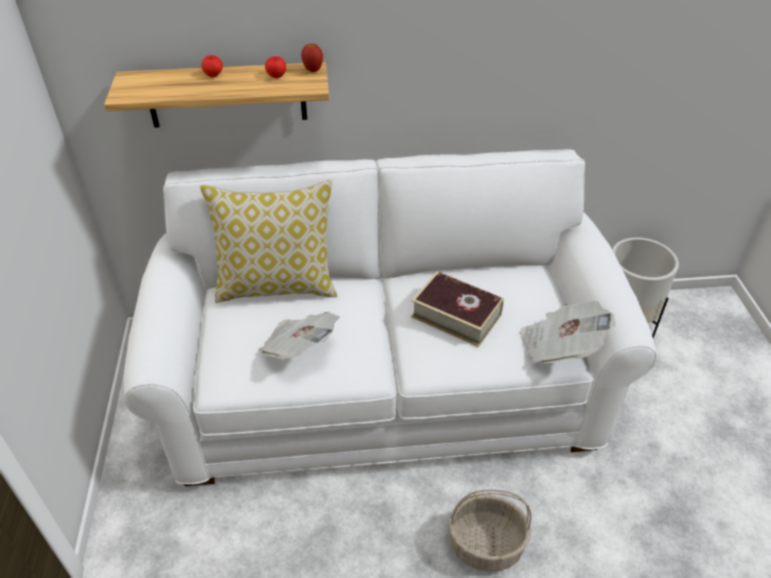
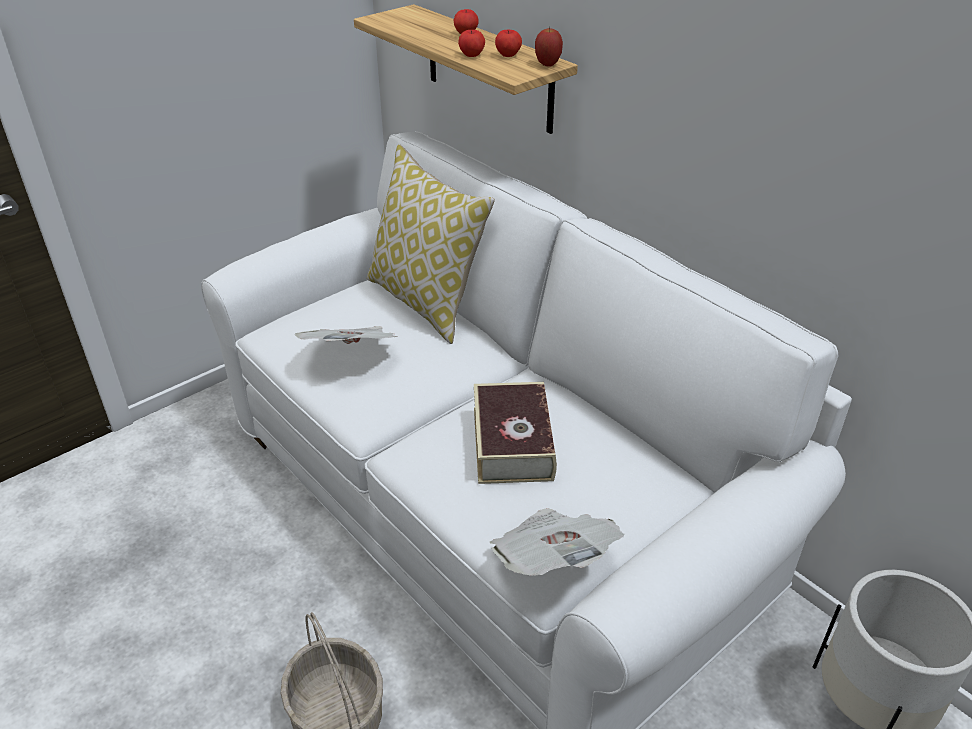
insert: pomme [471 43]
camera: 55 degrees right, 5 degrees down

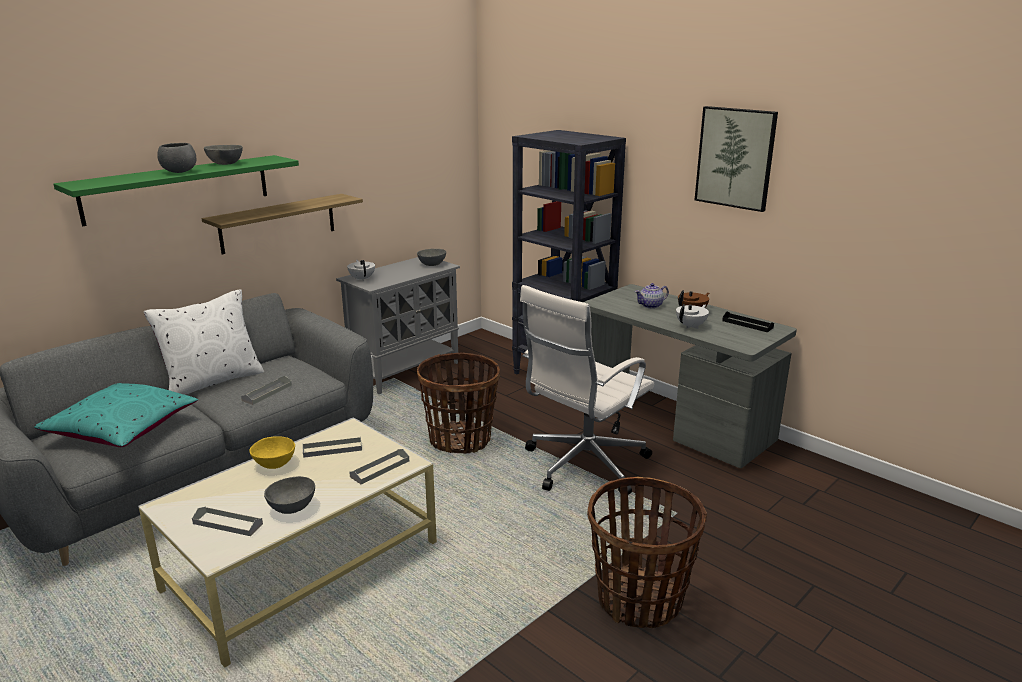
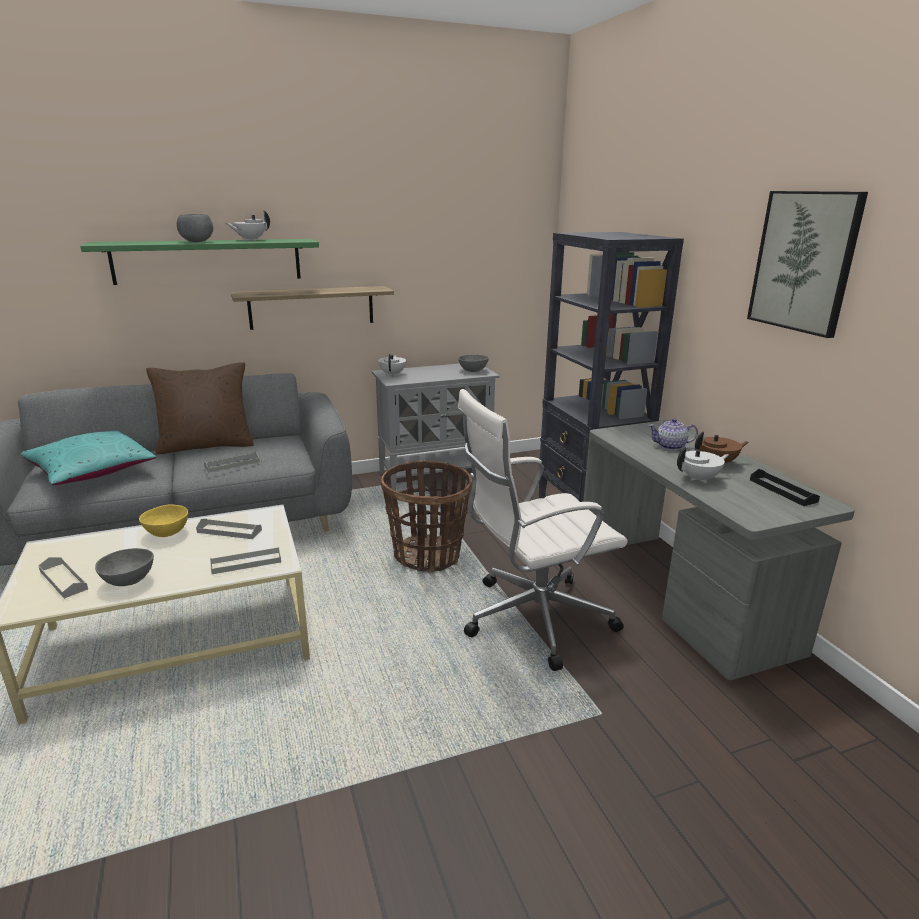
delete: panier [647 552]
replace: bol/gris [223 155] to théière/blanc [247 225]
recolor: coussin/blanc [204 342] to coussin/marron [200 408]
camera: 25 degrees right, 0 degrees up

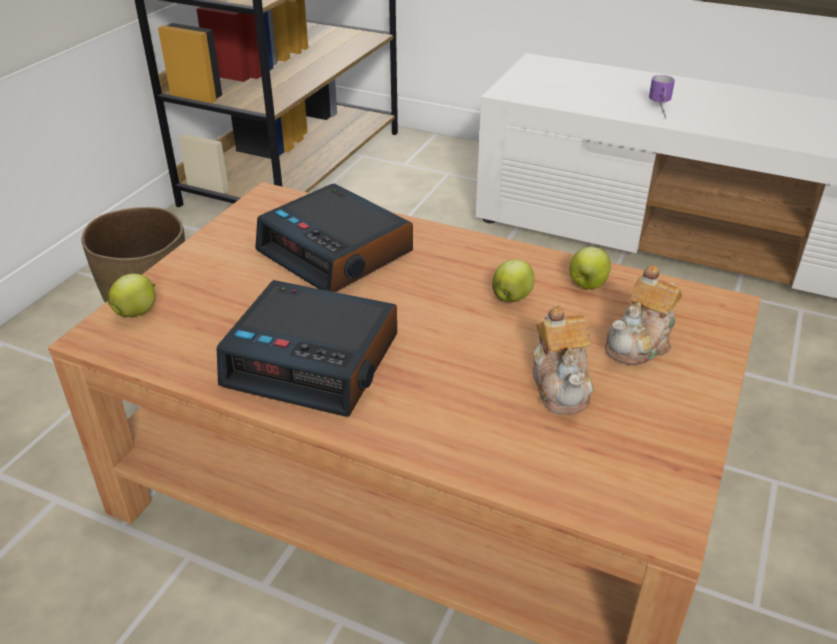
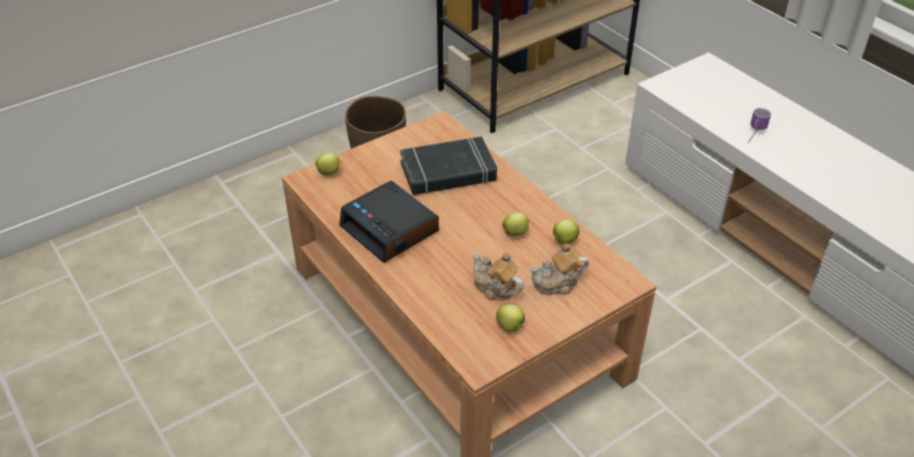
insert: pomme [510 318]
replace: réveil [334 238] to livre/noir [448 165]
rotate: théière [563 360] = [498 276] 105 degrees clockwise
camera: 30 degrees right, 5 degrees up

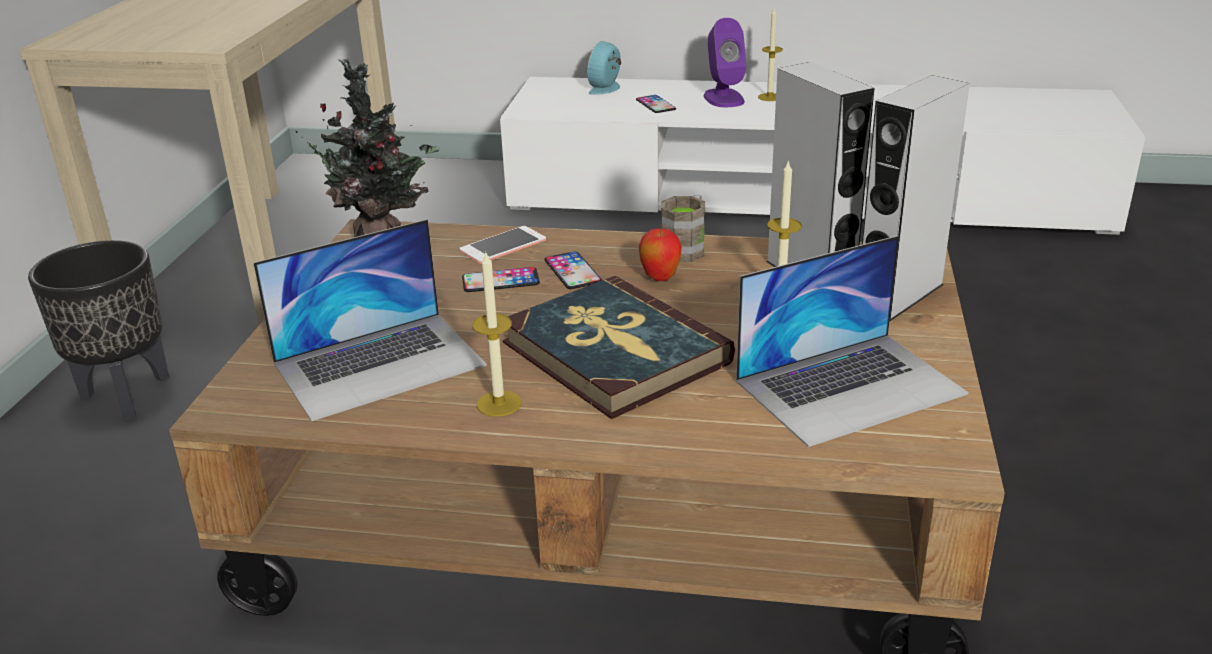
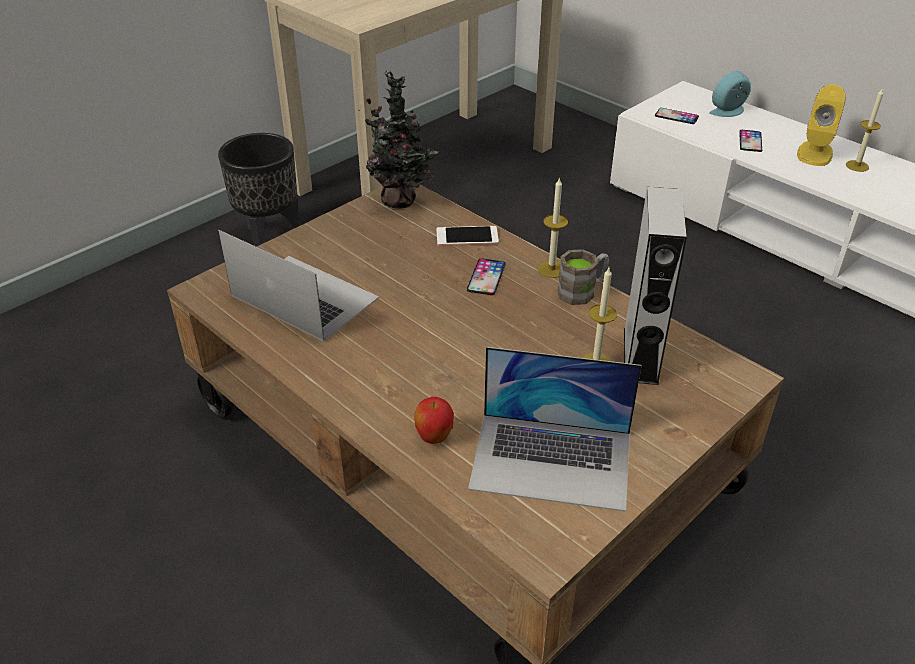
delete: livre [618 347]; enceinte/gris [916 198]
move: téléphone [501 279] to [677 116]; bougie [497 334] to [553 227]; pomme [660 254] to [434 420]
recolor: enceinte/violet [725 62] to enceinte/jaune [821 125]
rotate: ordinateur portable [370 320] = [298 285] 150 degrees counterclockwise
camera: 35 degrees right, 10 degrees up

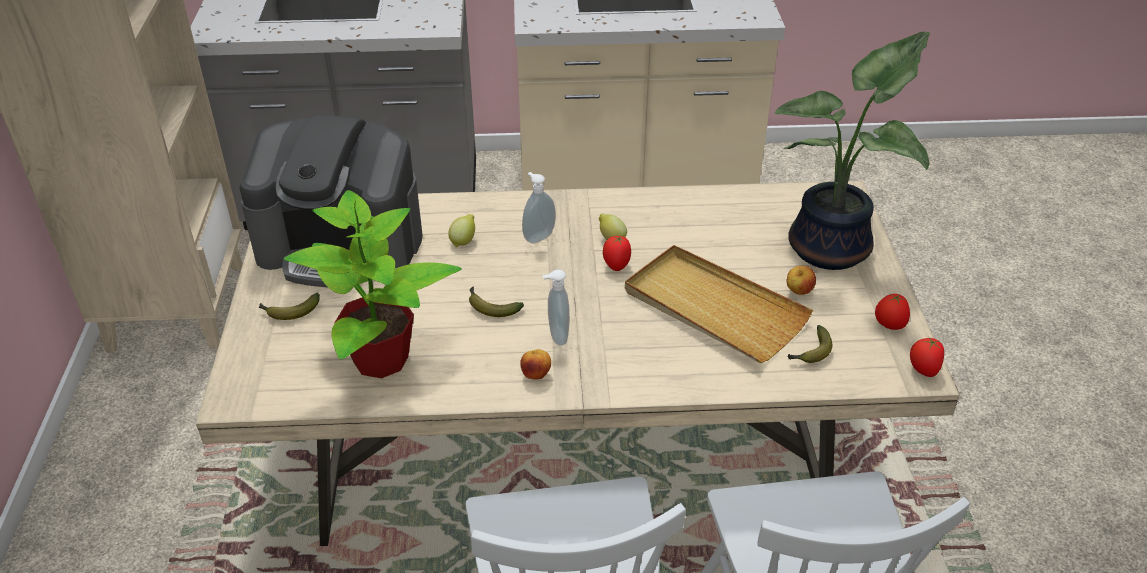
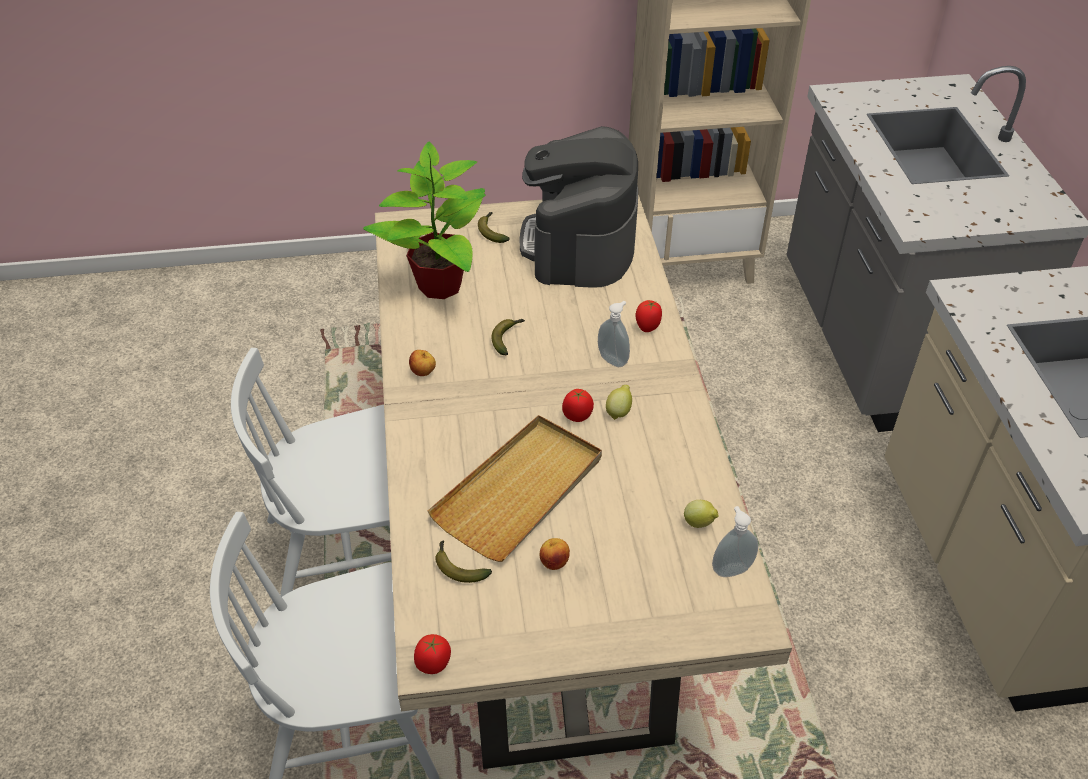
delete: plante en pot [852 151]
move: citron [461 230] to [701 514]; distributeur de savon [556 307] to [735 541]; tomate [892 312] to [648 316]
camera: 85 degrees right, 5 degrees up

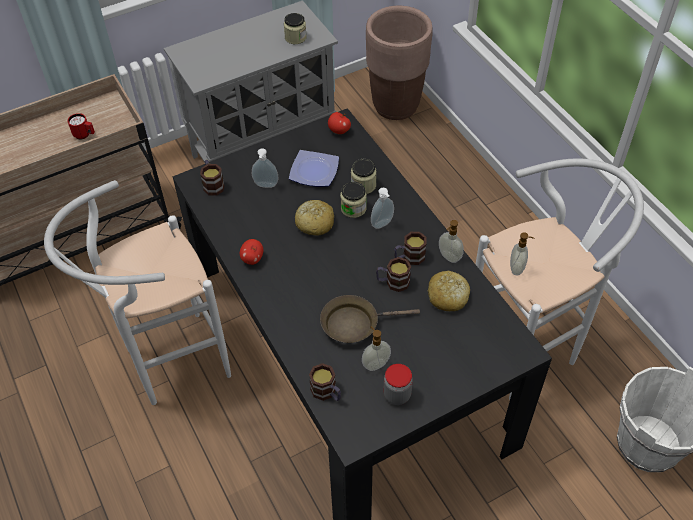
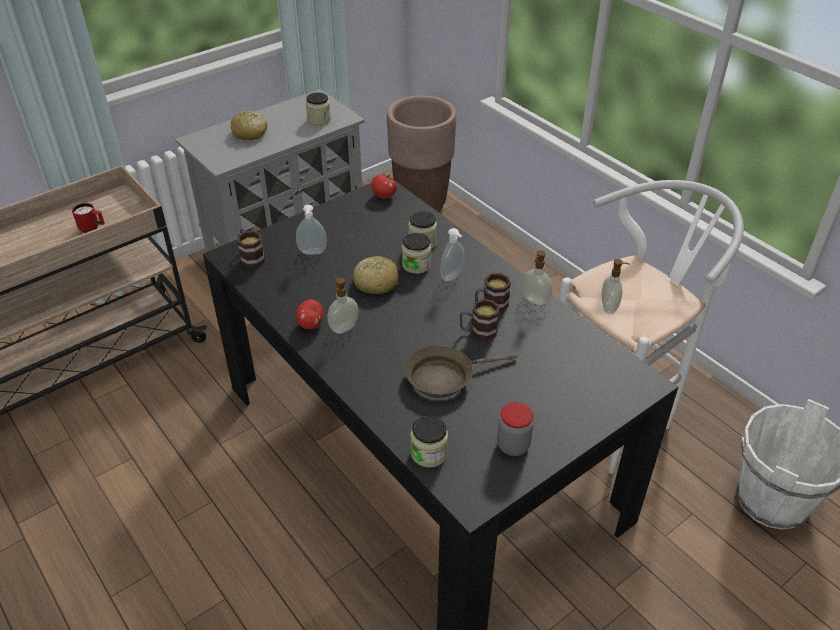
delete: tabouret/blanc [137 292]; assiette [314 168]
move: distributeur de savon [376 348] to [343 305]; pain [449 291] to [249 125]
replace: mug [325 382] to bocal [429 441]
camera: 10 degrees left, 10 degrees down

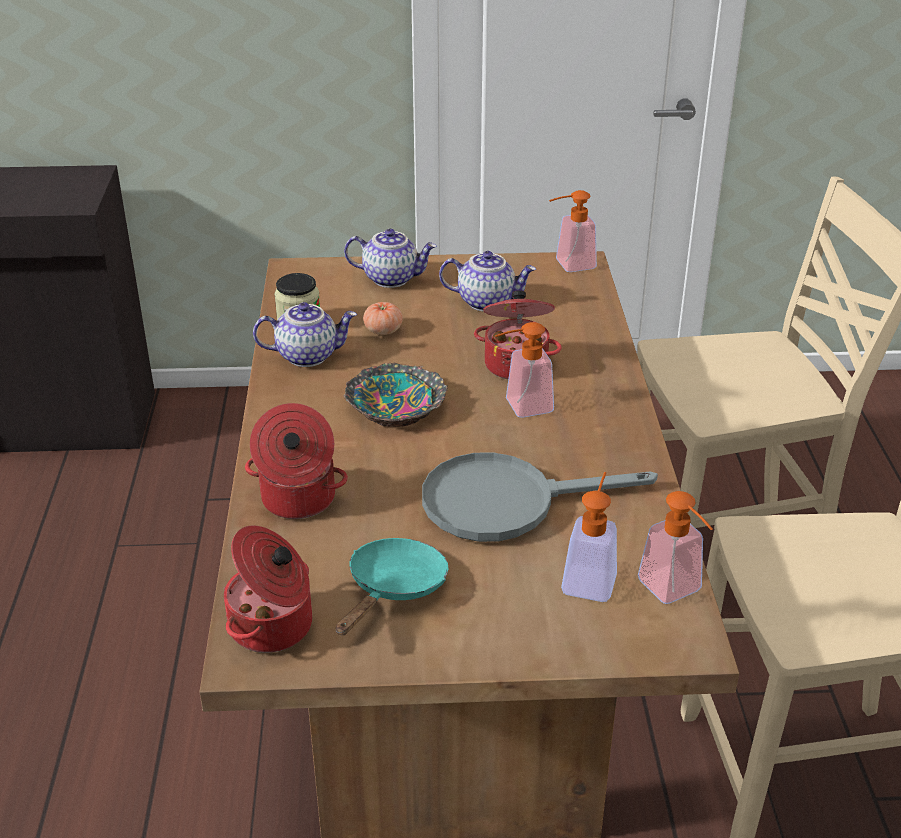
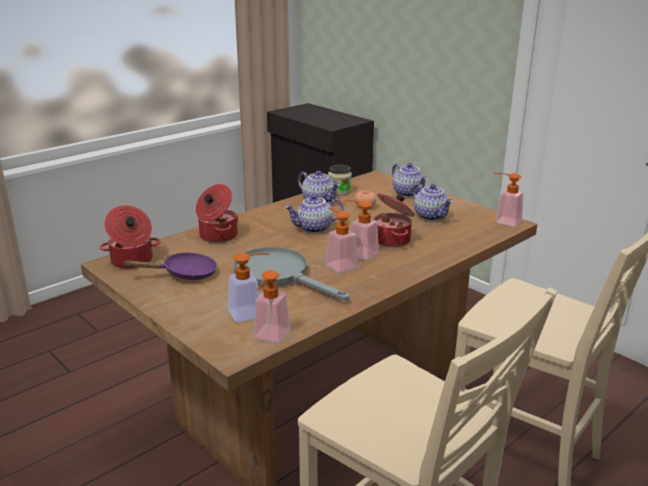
insert: distributeur de savon [342 240]
replace: bol [396 395] to théière [314 214]
recolor: poêle/turquoise [392 586] to poêle/violet [170 266]
camera: 50 degrees right, 10 degrees down

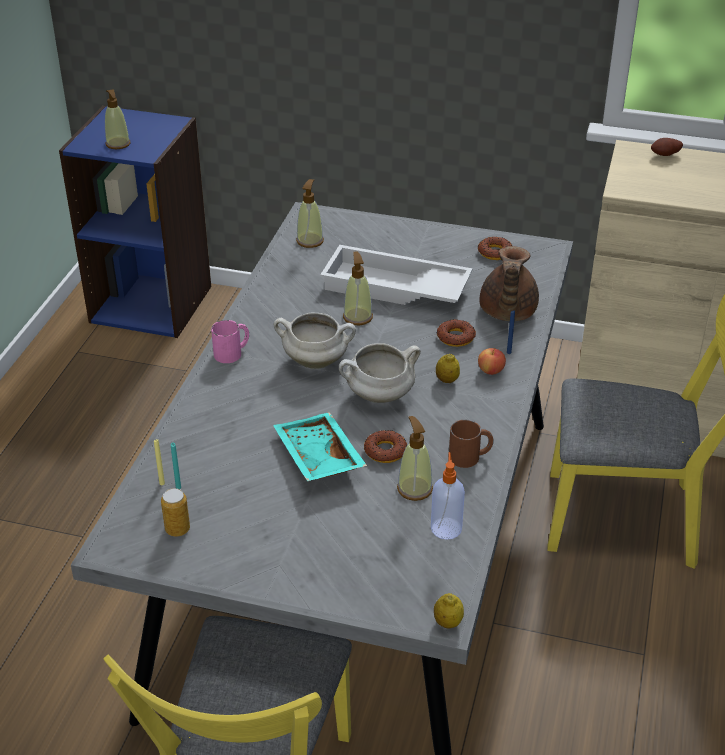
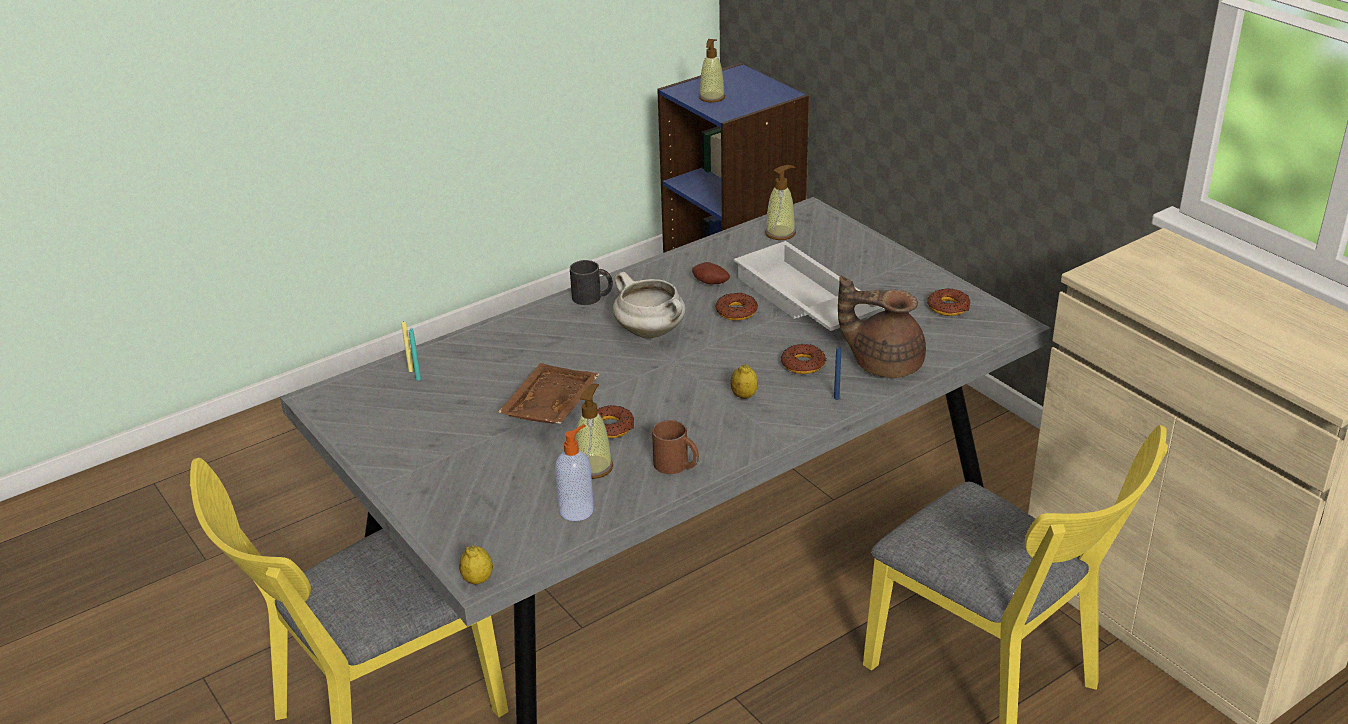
delete: boîte métallique [175 512]; marmite/blanc [380 373]; pomme [492 361]
move: pomme de terre [667 147] to [711 273]
replace: distributeur de savon [358 288] to beignet [736 306]
recolor: mug/rose [230 341] to mug/noir [591 282]; plateau/turquoise [320 446] to plateau/marron [548 393]
rotate: théière/marron [509 283] = [882 326] 60 degrees clockwise
camera: 40 degrees right, 5 degrees down

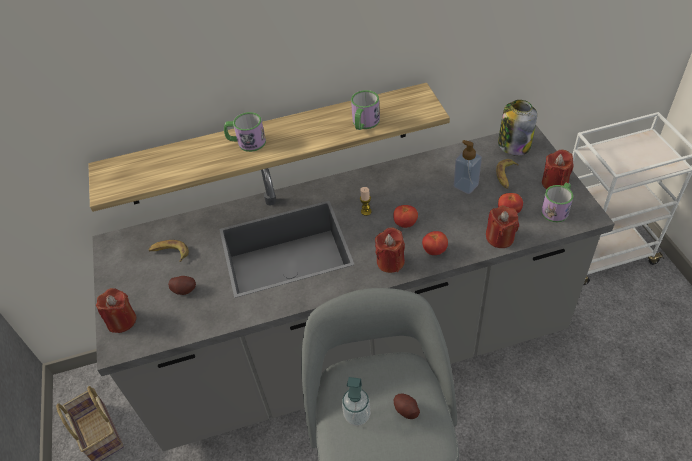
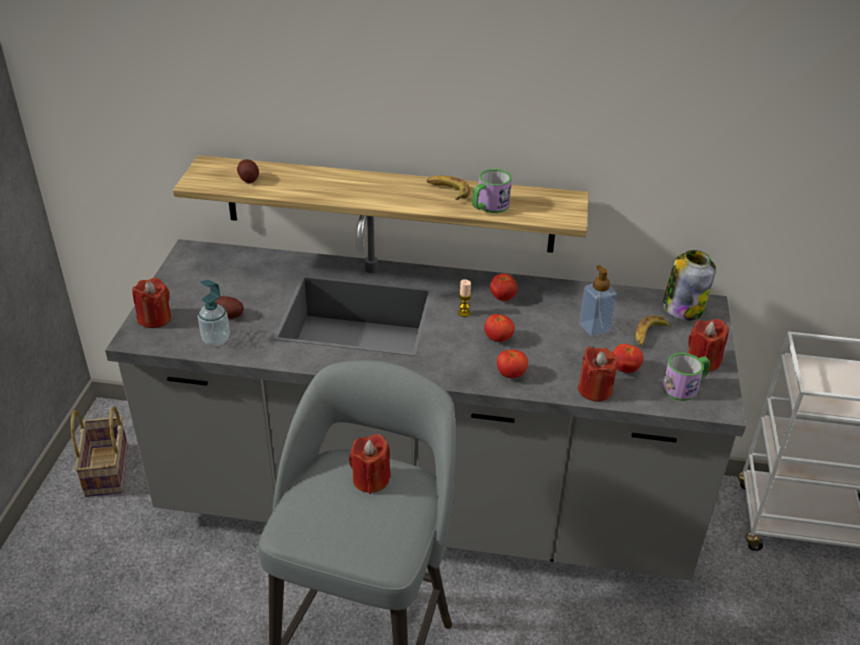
delete: mug [245 132]
insert: tomate [503 287]
move: banane [169 251] to [448 187]; distributeur de savon [356 401] to [214 313]; bougie/rouge [390 250] to [370 464]; pomme de terre [407 406] to [248 171]
camera: 20 degrees right, 10 degrees down

